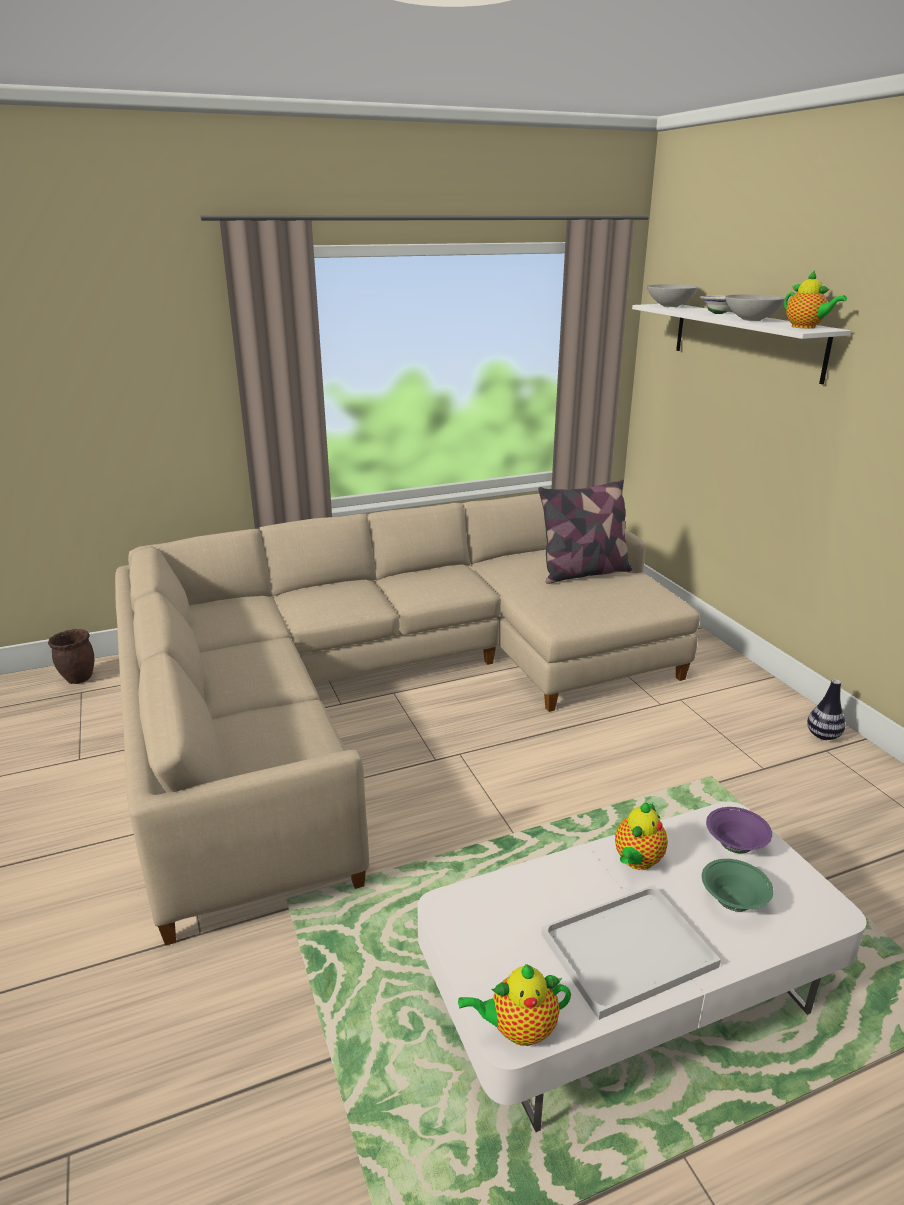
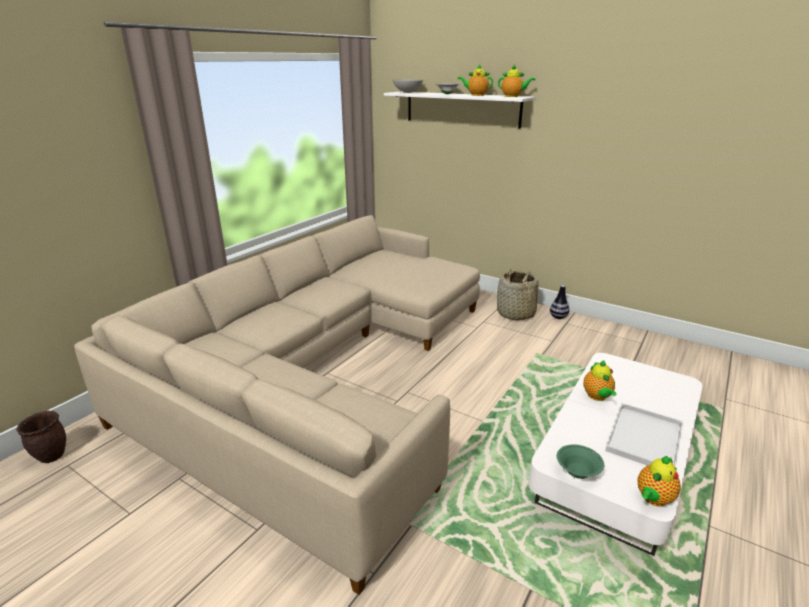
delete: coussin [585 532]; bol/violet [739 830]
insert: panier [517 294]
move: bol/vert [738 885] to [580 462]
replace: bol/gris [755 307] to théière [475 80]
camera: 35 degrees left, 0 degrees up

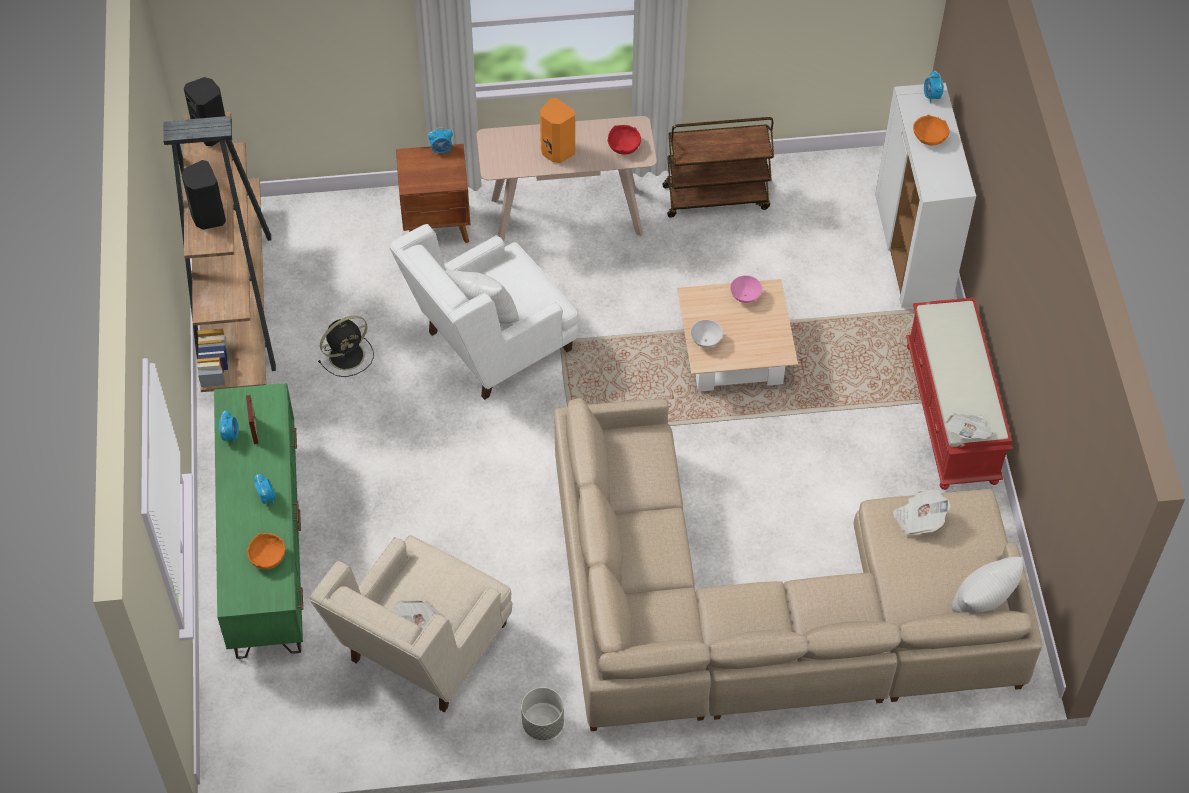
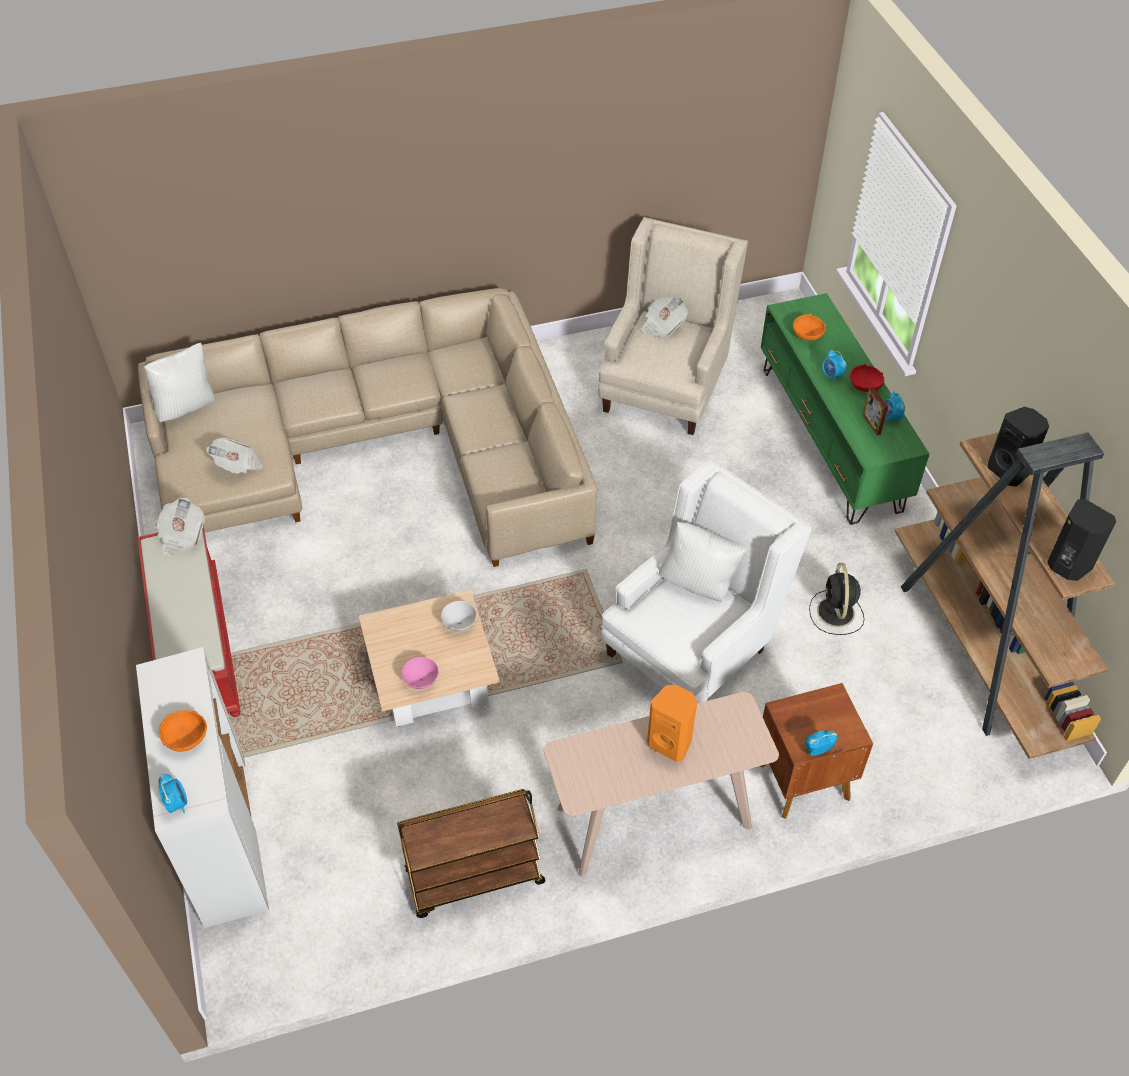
delete: cache-pot/gris [542 713]
move: bol/rouge [624 140] to [867 378]
rotate: ventilateur/noir [346 346] = [837 599] 45 degrees counterclockwise
camera: 170 degrees right, 5 degrees down

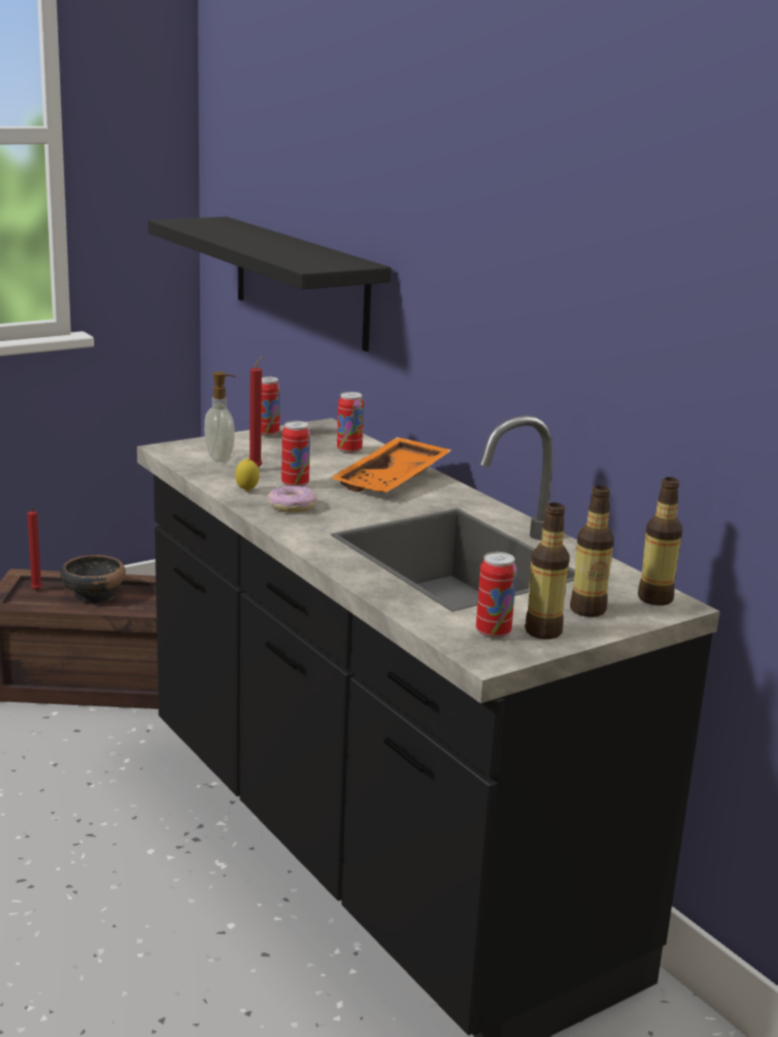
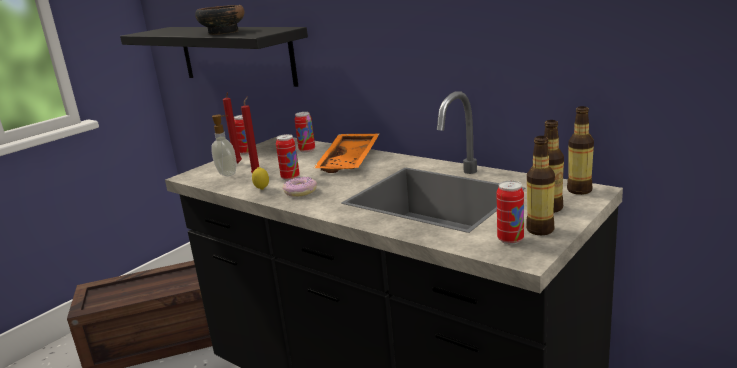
move: bougie/rouge [34 548] to [232 127]; bol [93 579] to [219 20]
camera: 15 degrees left, 0 degrees up

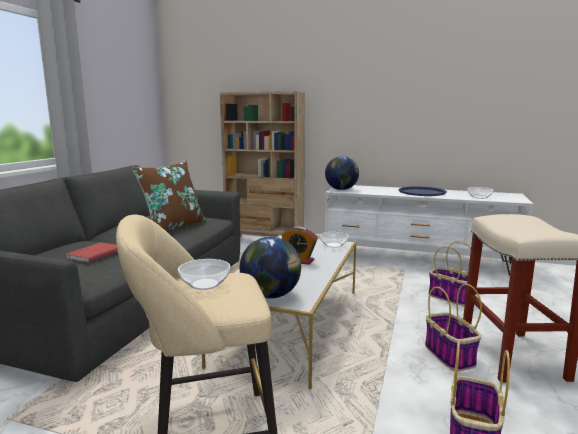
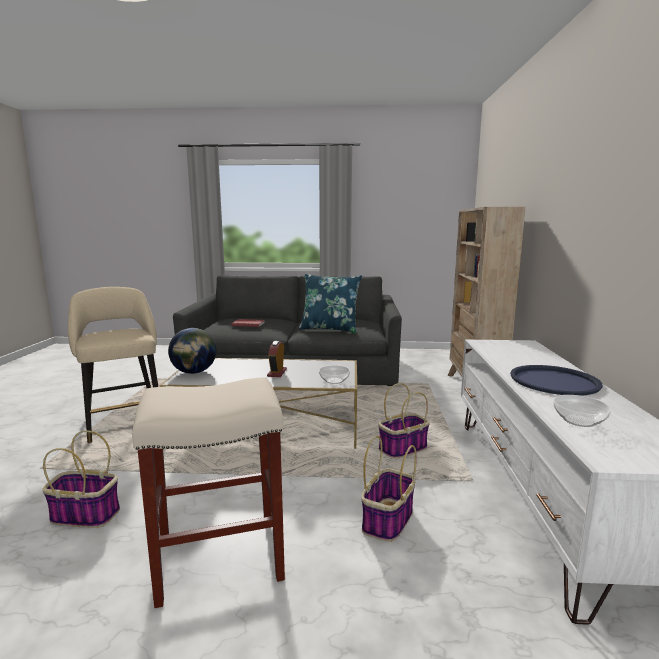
delete: bol [204 274]; globe [342 173]
move: panier [453 327] to [404 420]
recolor: coussin/marron [169 196] to coussin/bleu [330 303]
camera: 75 degrees right, 0 degrees up

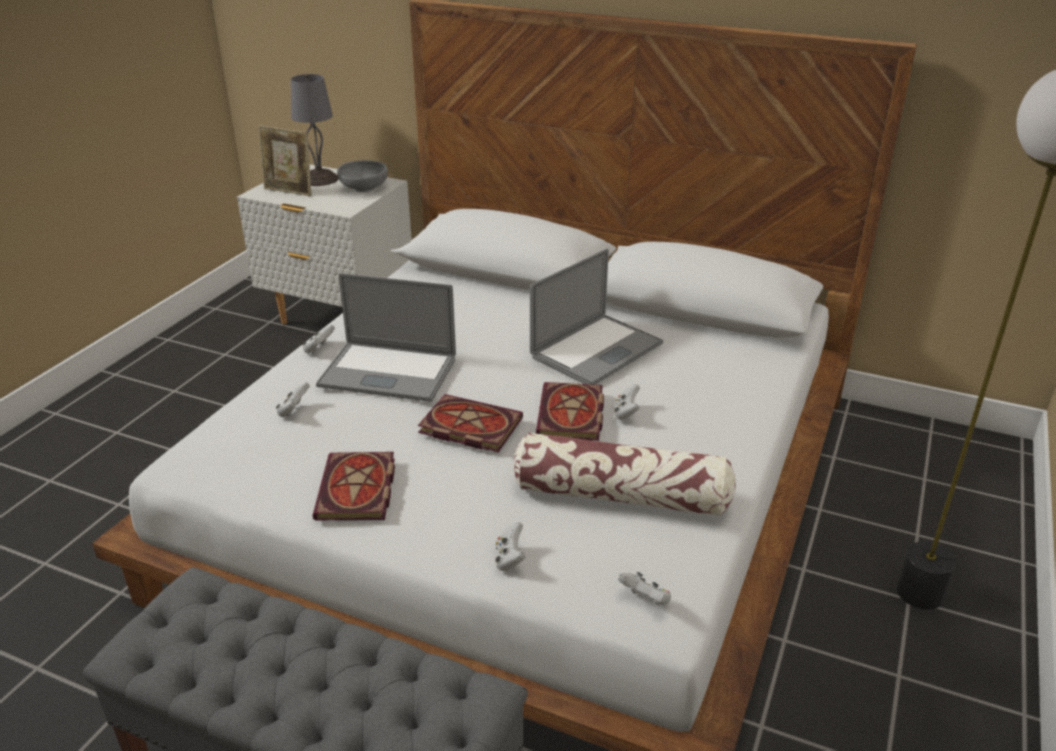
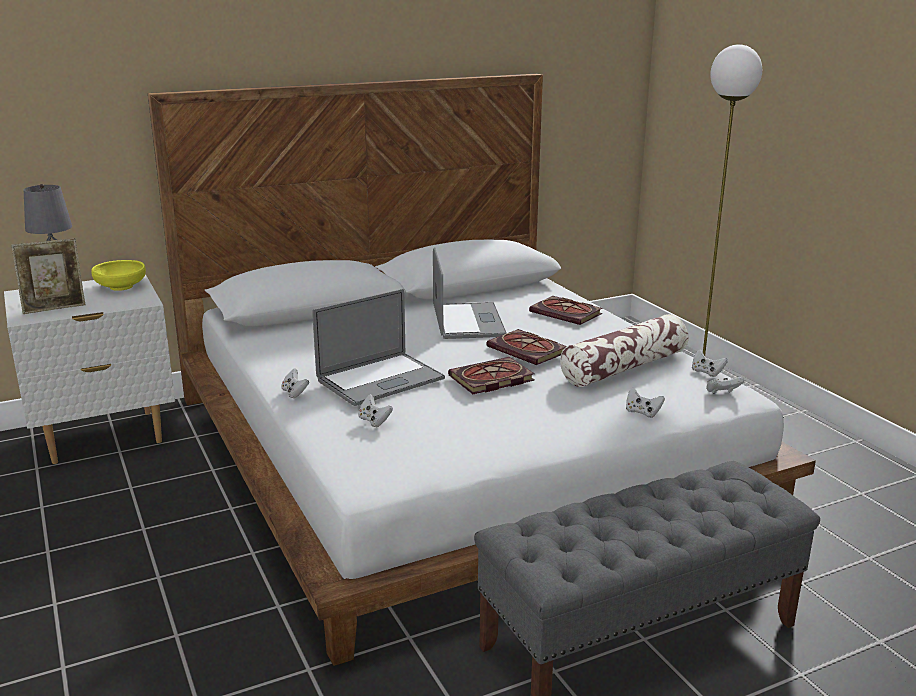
move: livre [353 486] to [566 310]; manette/blanc [627 402] to [710 363]
recolor: bol/gris [362 176] to bol/jaune [118 275]
camera: 50 degrees left, 10 degrees down

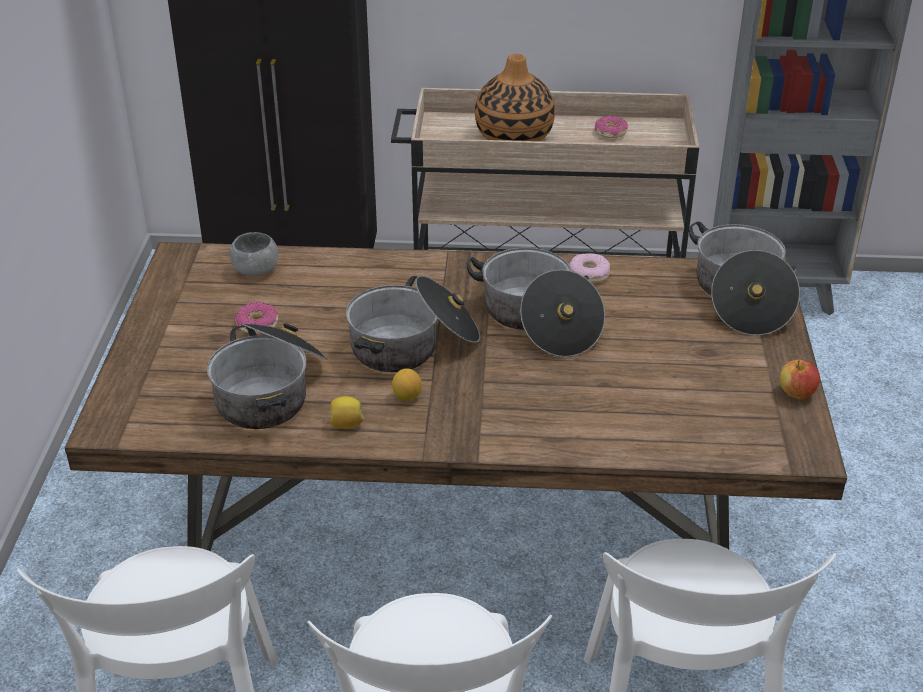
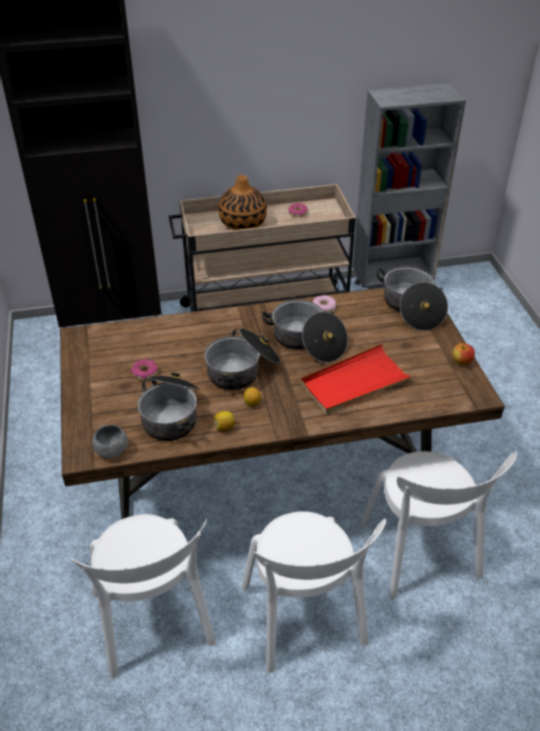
insert: plateau/rouge [357 378]
move: bol/gris [253 254] to [110 441]
camera: 15 degrees left, 5 degrees up

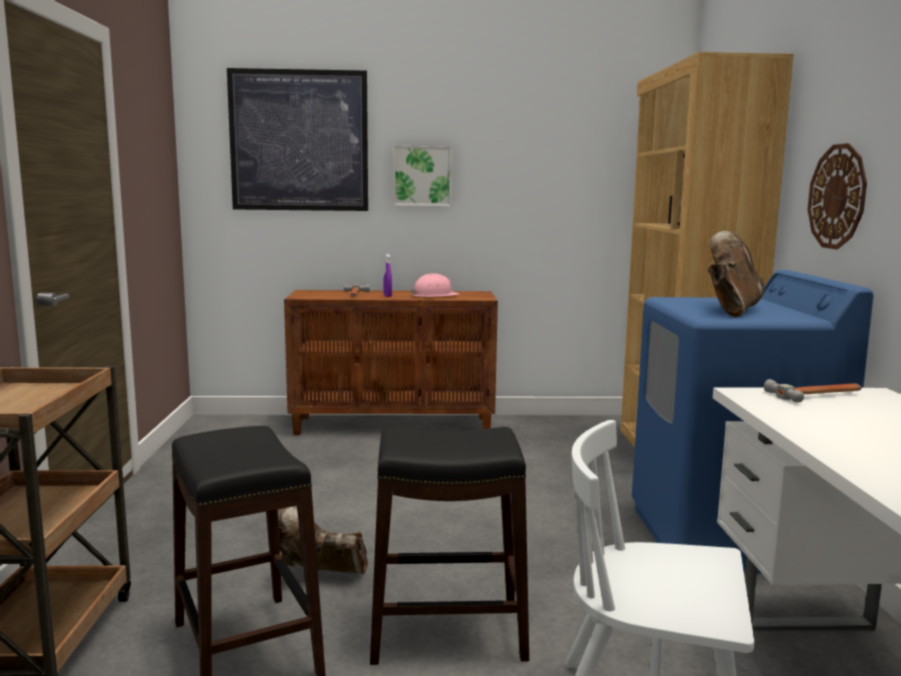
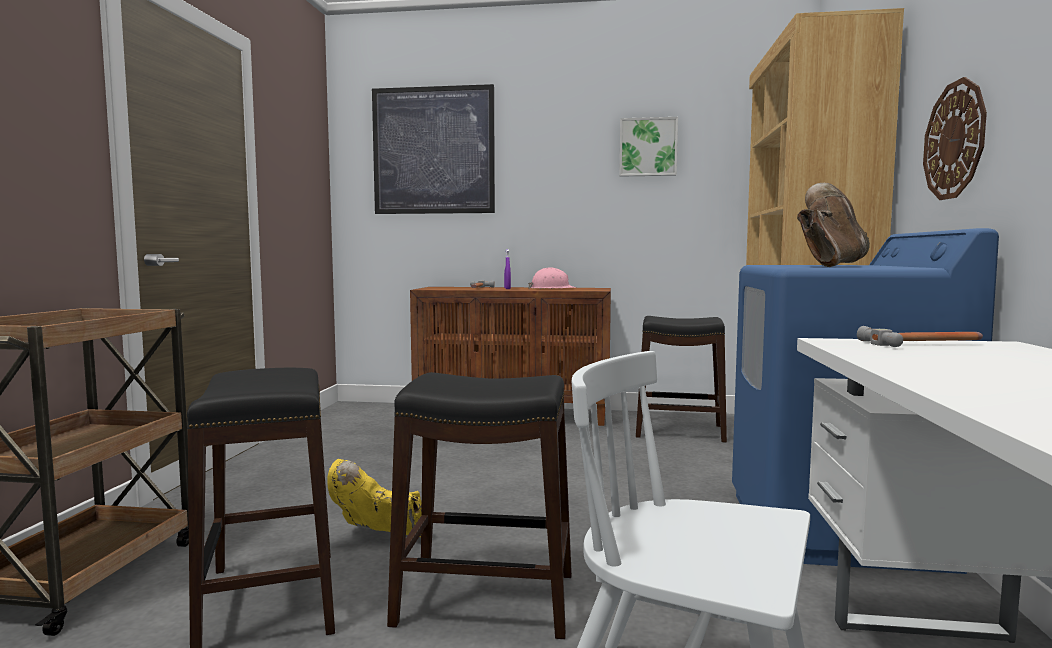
insert: tabouret/noir [681 379]
move: tableau [422 176] to [648 147]
recolor: botte/marron [323 540] to botte/jaune [374 498]
camera: 10 degrees right, 5 degrees down

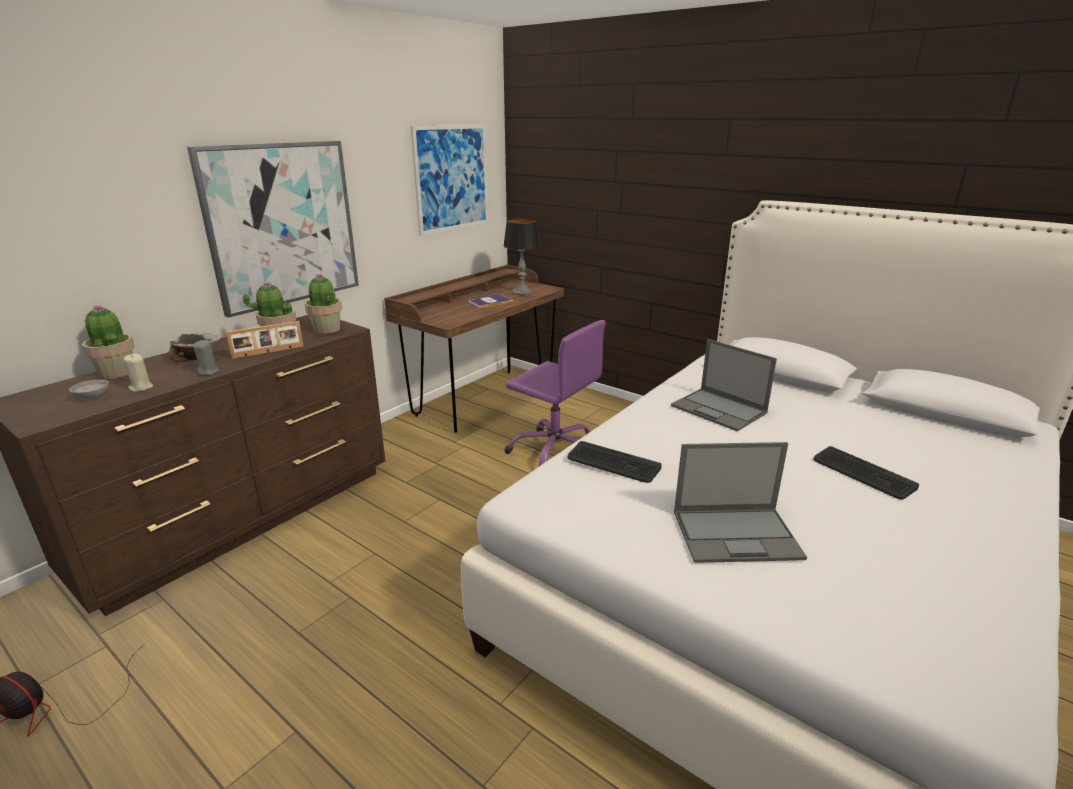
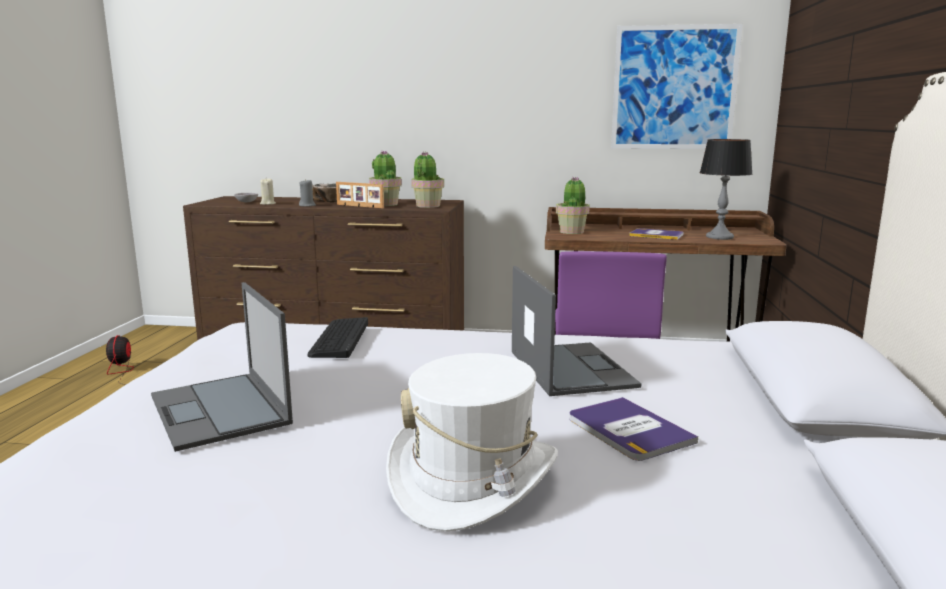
delete: tableau [273 229]
insert: livre [633 429]
move: plante en pot [108 342] to [573 205]
replace: clavier [866 472] to chapeau/blanc [472 442]
rotate: ordinateur portable [724 385] = [577 331] 150 degrees clockwise
camera: 60 degrees right, 10 degrees down

